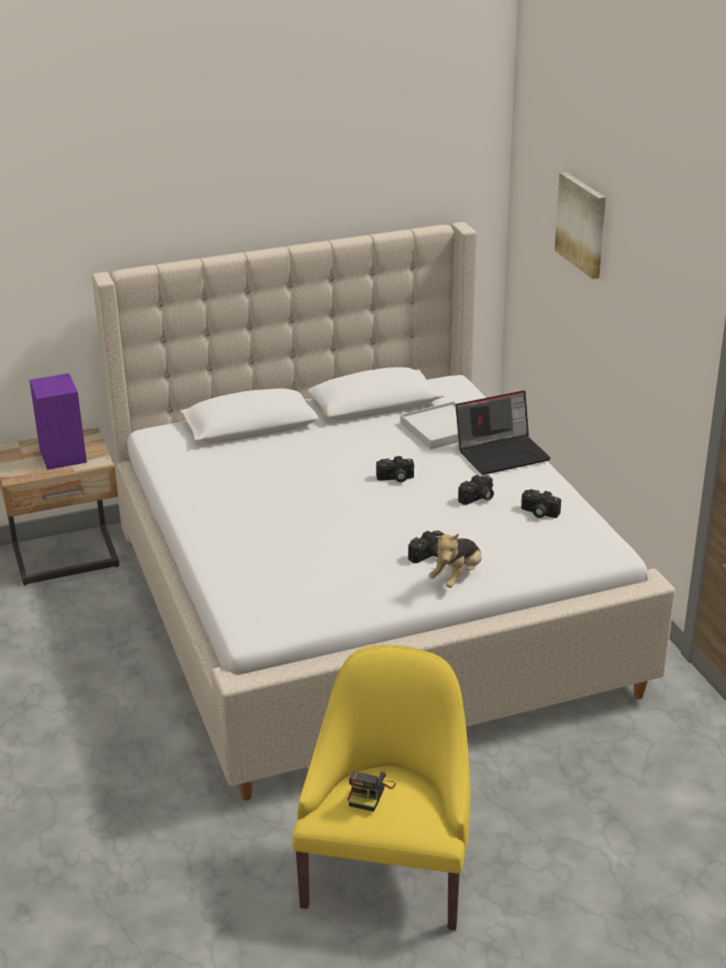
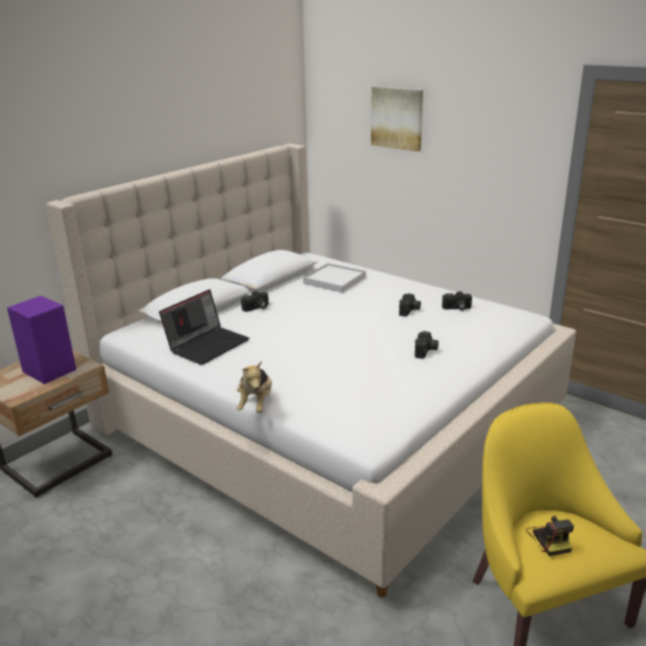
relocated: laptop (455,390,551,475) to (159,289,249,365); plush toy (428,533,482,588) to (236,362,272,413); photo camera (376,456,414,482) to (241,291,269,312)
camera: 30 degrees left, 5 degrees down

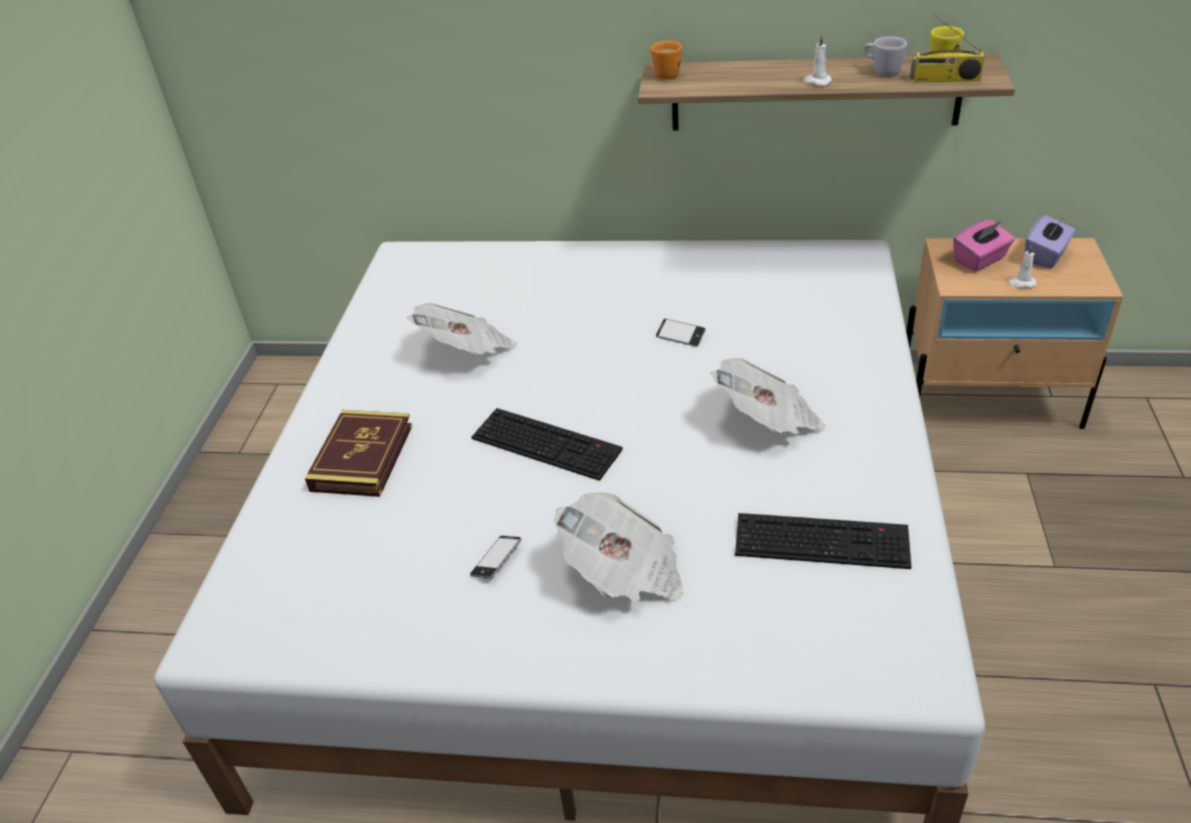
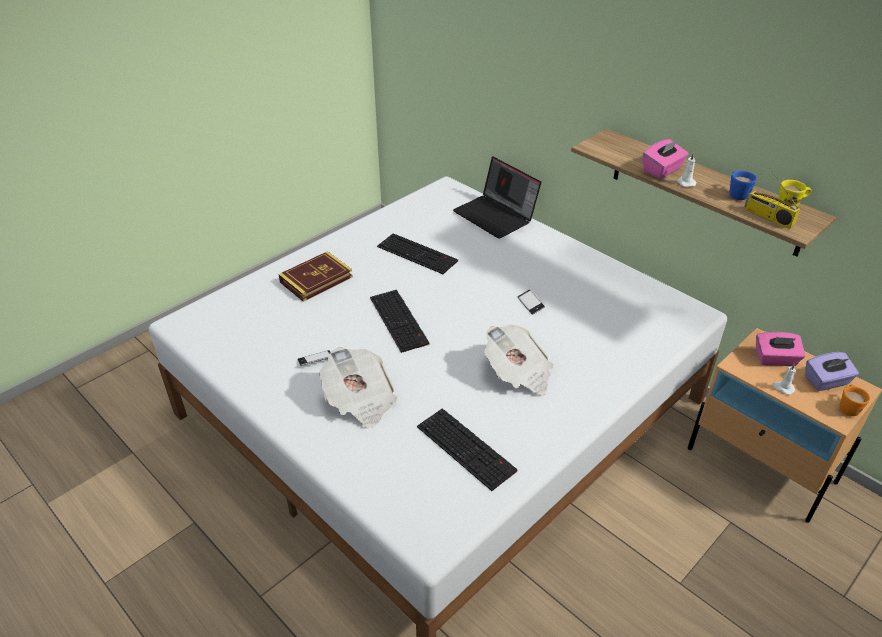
appeared: laptop (453,156,541,239); pink tissue box (643,139,689,179)
relocated: orange mug (651,41,682,79) to (840,384,870,416)
exchanged: newspaper (407,303,517,355) to keyboard (377,233,458,274)
colour: white mug (864,36,907,76) to blue mug (730,171,757,200)
camera: 35 degrees right, 0 degrees up

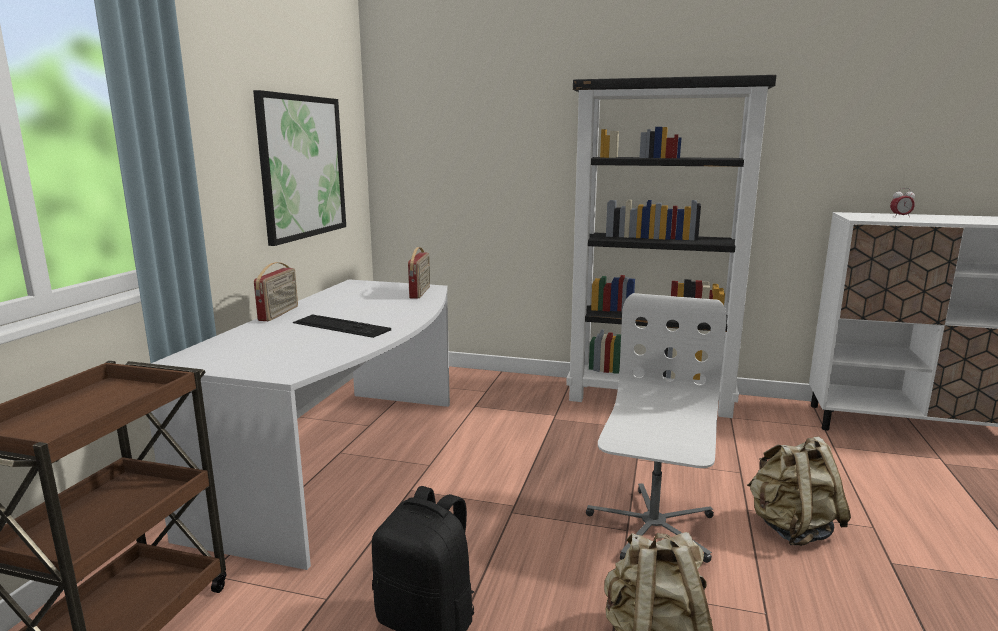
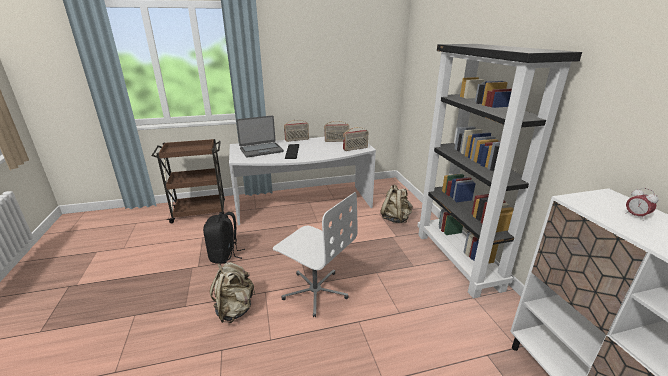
missing: picture (253,90,346,246)
appeared: laptop (236,115,284,158); radio (324,121,349,142)
relocated: beige backpack (747,437,851,546) to (380,185,413,223)
spun: white office chair (586,293,727,563) = (273,192,357,317) 45 degrees clockwise
camera: 60 degrees right, 10 degrees up

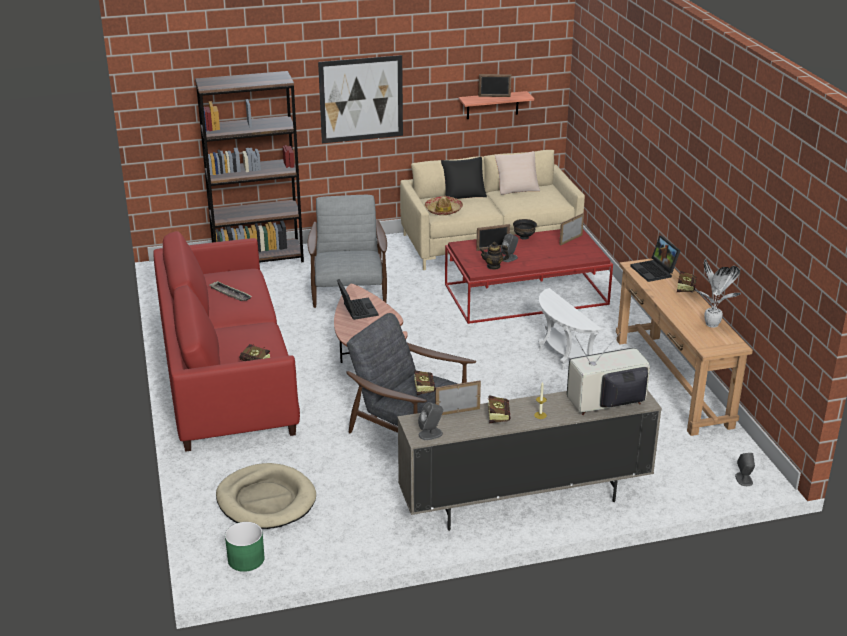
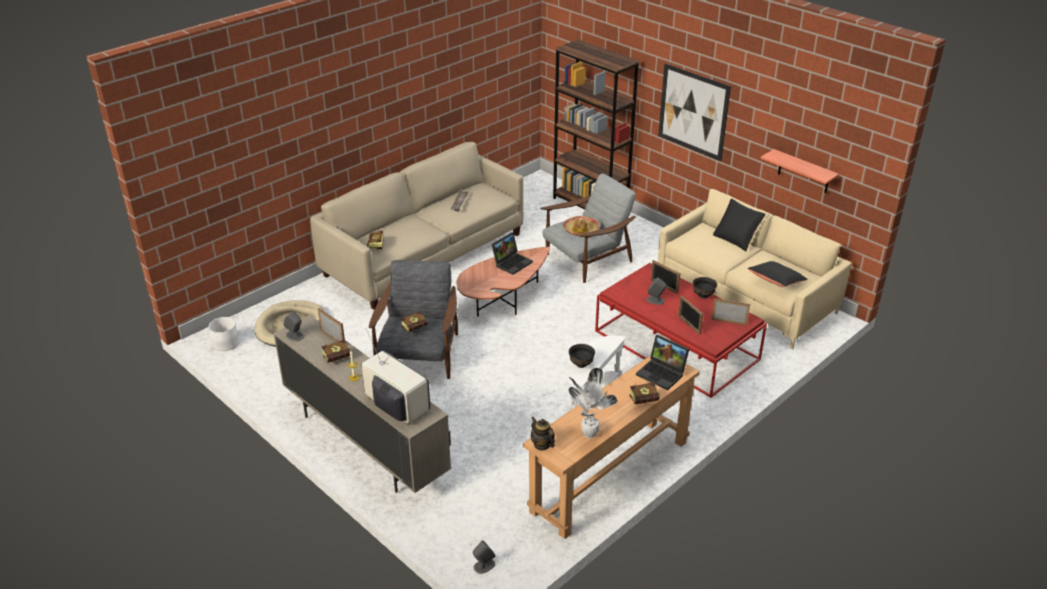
missing: beige pillow (495,151,540,195)
appeared: black bowl (569,344,595,368); black pillow (748,261,807,287)
relocated: teapot (480,242,509,270) to (531,417,555,450); hat (425,196,463,215) to (563,216,599,236); picture frame (479,74,511,97) to (678,295,703,335)
colour: green planter (225,522,265,572) to white planter (208,317,239,351); red sofa (154,231,300,452) to beige sofa (310,142,524,310)
spun: laptop (630,236,681,282) = (636,334,689,390) 90 degrees counterclockwise
camera: 60 degrees right, 5 degrees up

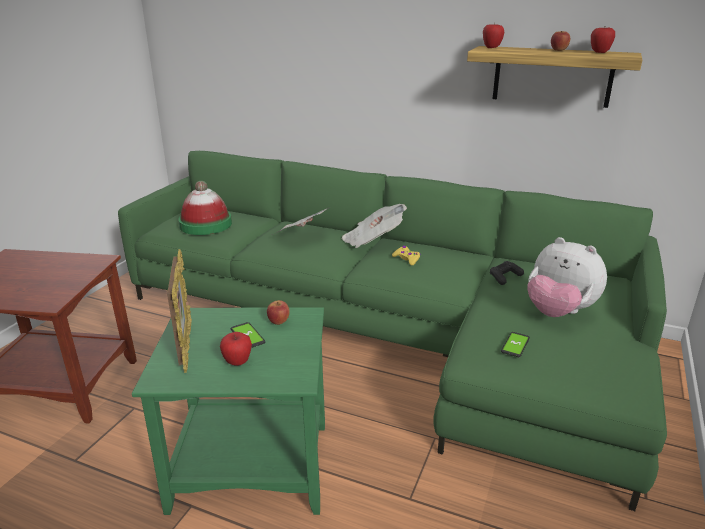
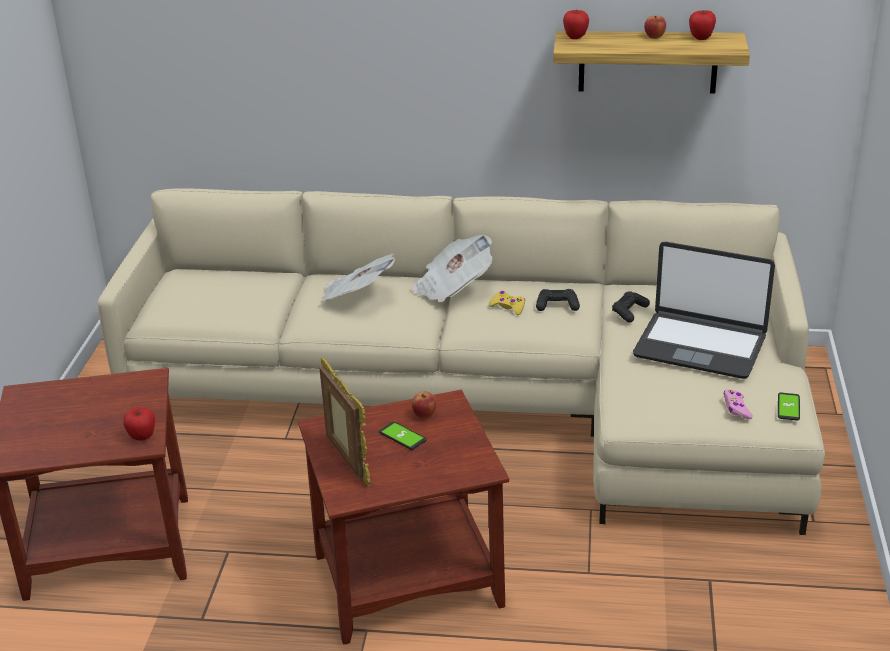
missing: hat (178,181,232,235)
appeared: black game controller (536,289,580,311); pink game controller (724,389,753,419)
relocated: apple (220,332,252,366) to (123,407,155,441); phone (501,332,530,357) to (778,393,800,421)
exchanged: plush toy (527,237,607,317) to laptop (633,242,775,379)
colour: green sofa (118,151,667,511) to beige sofa (98,188,825,535); green side table (132,307,325,515) to brown side table (298,390,509,645)
camera: 15 degrees left, 5 degrees up

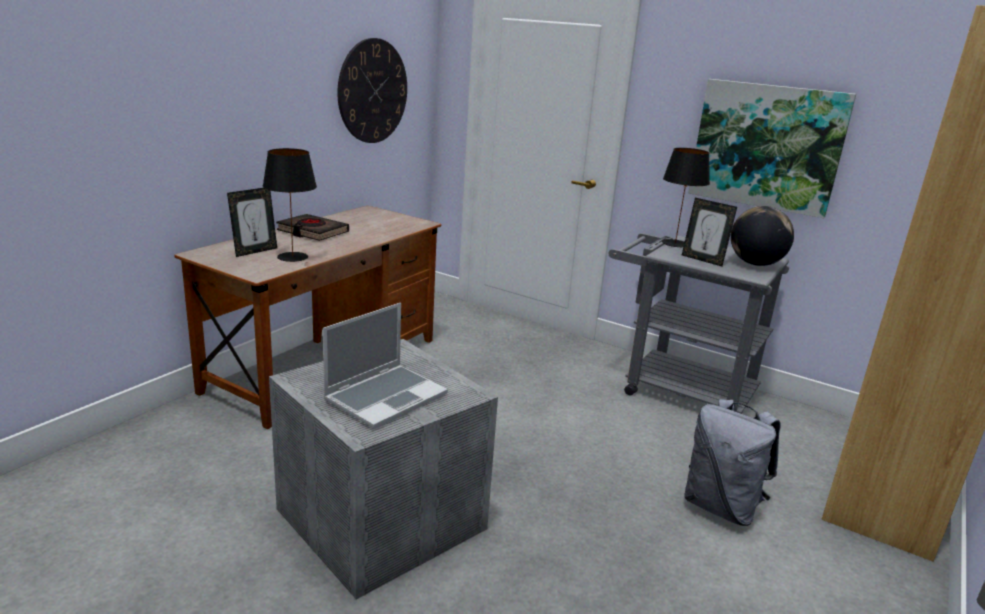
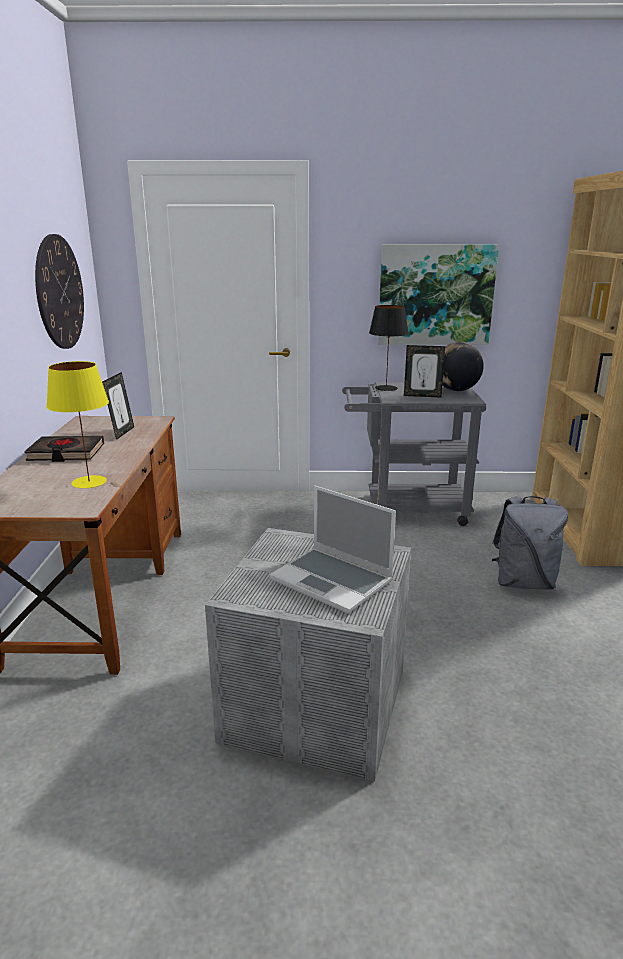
relocated: picture frame (227,188,277,257) to (102,372,134,440)
colour: black table lamp (263,148,317,262) to yellow table lamp (46,361,109,488)
spun: laptop (323,303,448,429) = (269,486,396,614) 120 degrees clockwise
camera: 30 degrees left, 0 degrees up

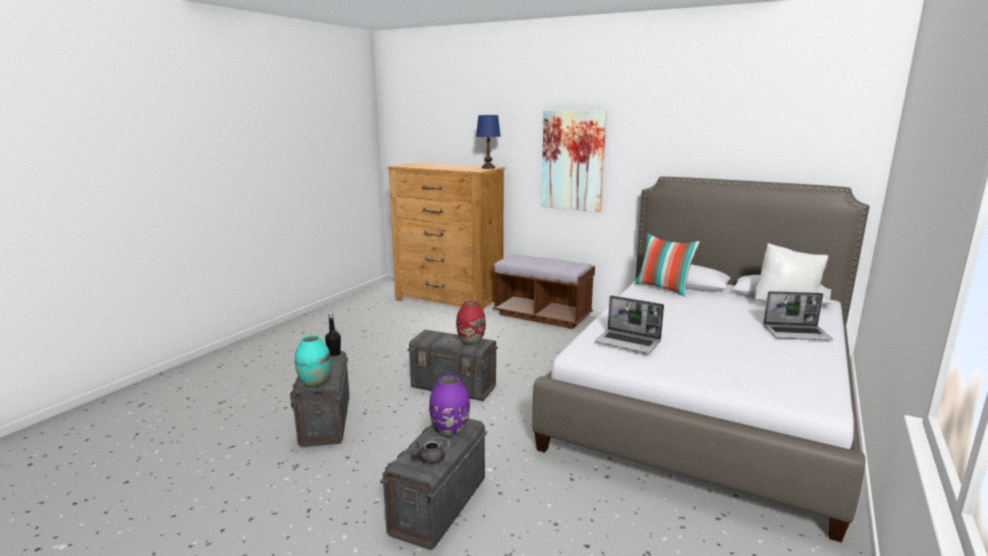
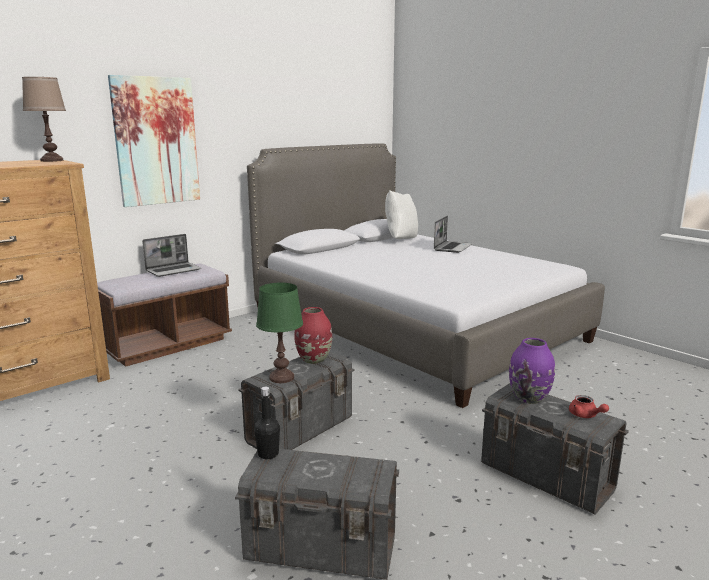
missing: turquoise vase (295,335,331,387); pillow (635,233,700,297)
appeared: green table lamp (256,283,303,383)
relocated: laptop (595,295,664,353) to (142,234,201,277)
colour: blue table lamp (476,115,501,169) to brown table lamp (22,77,66,162); grey teapot (411,440,445,464) to red teapot (569,395,609,418)
camera: 70 degrees left, 0 degrees up

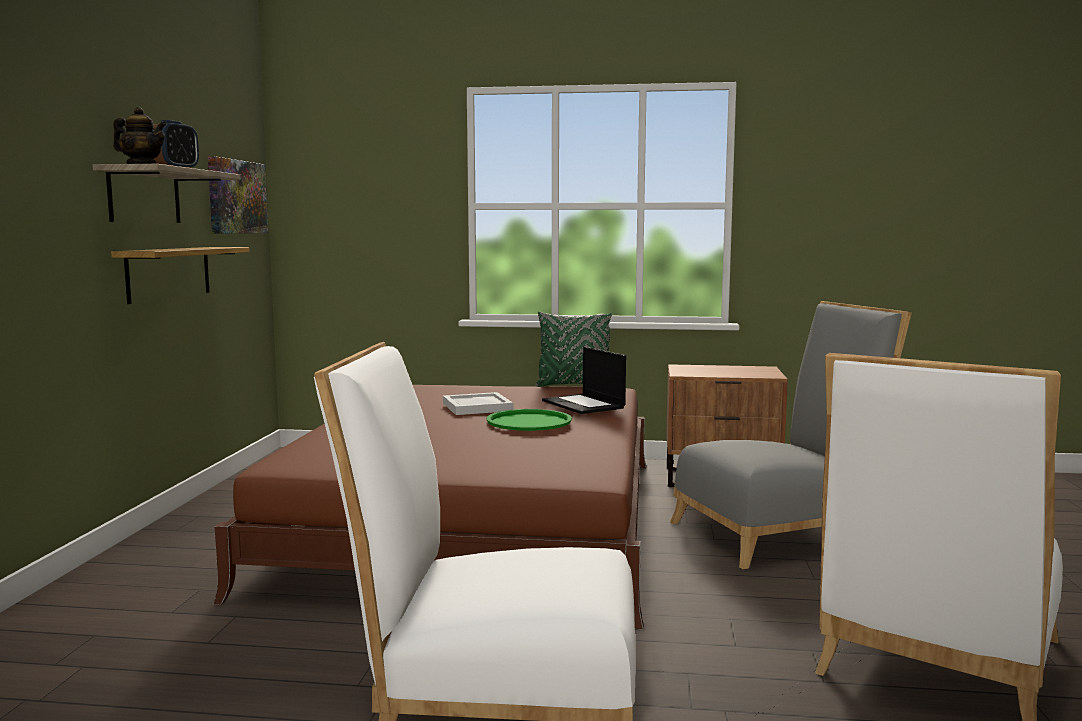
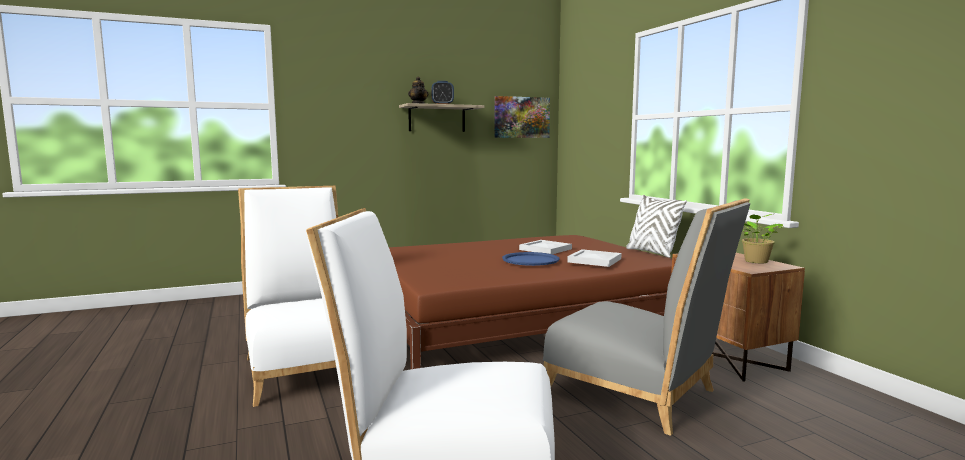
missing: shelf (111,247,250,304)
appeared: potted plant (742,214,783,263)
exchanged: laptop (542,347,626,414) to white tray (567,249,621,267)
colour: green tray (487,409,572,431) to blue tray (502,252,559,266); green pillow (536,312,612,387) to white pillow (626,195,687,258)
camera: 60 degrees right, 0 degrees up

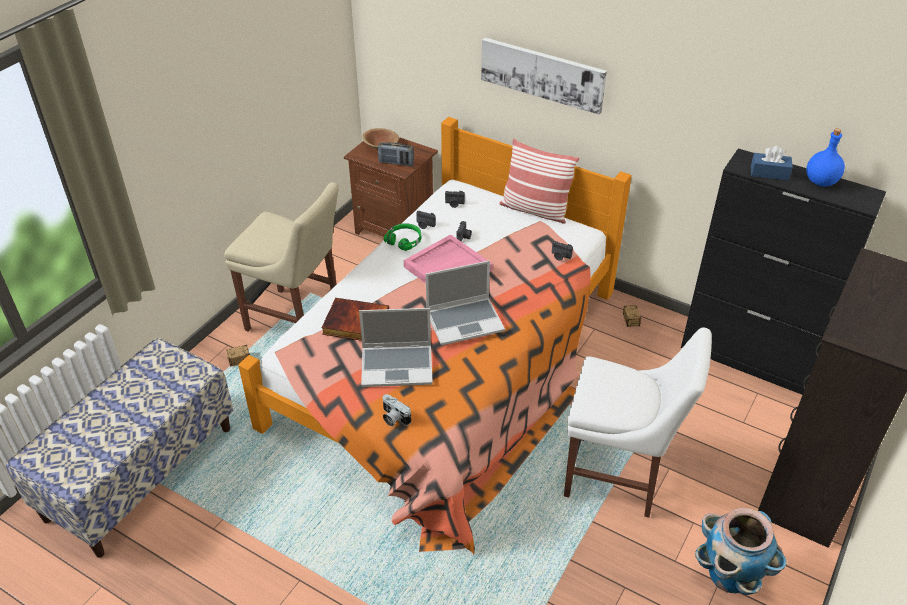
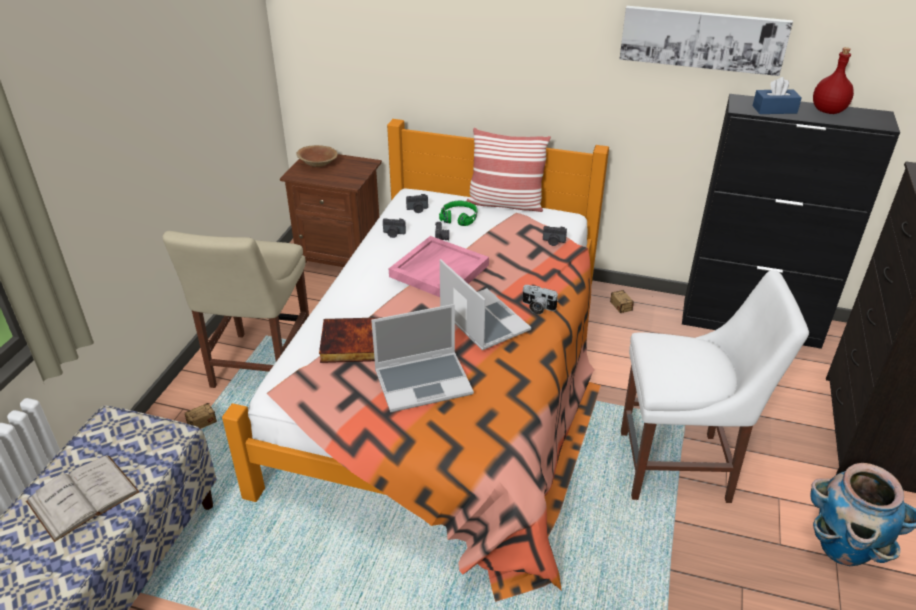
missing: radio (378,142,414,166)
appeared: white book (26,455,139,542)
relocated: green headphones (384,223,421,251) to (439,201,477,226); photo camera (383,394,411,427) to (522,285,558,315); picture (481,38,607,115) to (619,6,793,76)
colour: blue bottle (806,128,845,187) to red bottle (813,47,854,114)
spun: beige chair (224,182,339,332) = (163,231,309,388) 90 degrees clockwise; laptop (426,260,505,345) = (440,259,531,350) 90 degrees counterclockwise
camera: 15 degrees left, 5 degrees down

